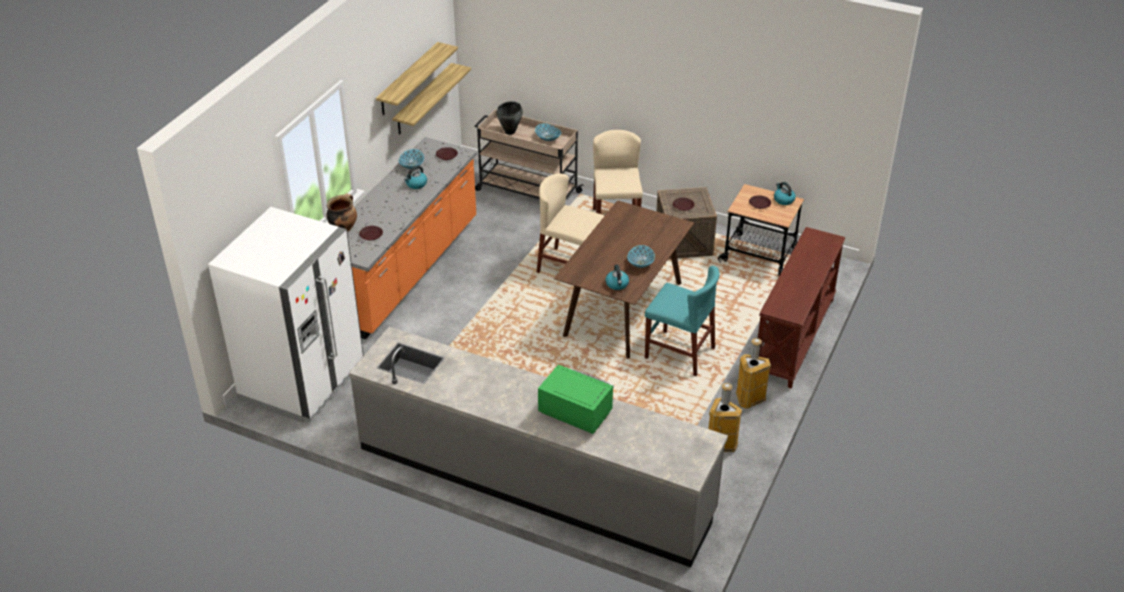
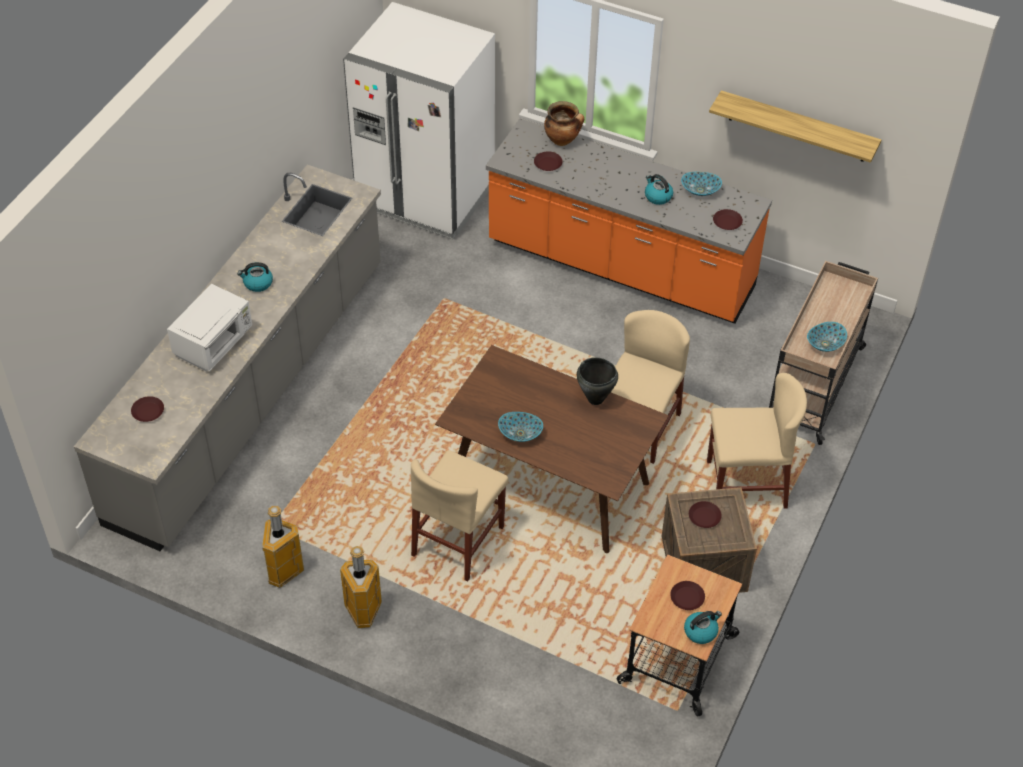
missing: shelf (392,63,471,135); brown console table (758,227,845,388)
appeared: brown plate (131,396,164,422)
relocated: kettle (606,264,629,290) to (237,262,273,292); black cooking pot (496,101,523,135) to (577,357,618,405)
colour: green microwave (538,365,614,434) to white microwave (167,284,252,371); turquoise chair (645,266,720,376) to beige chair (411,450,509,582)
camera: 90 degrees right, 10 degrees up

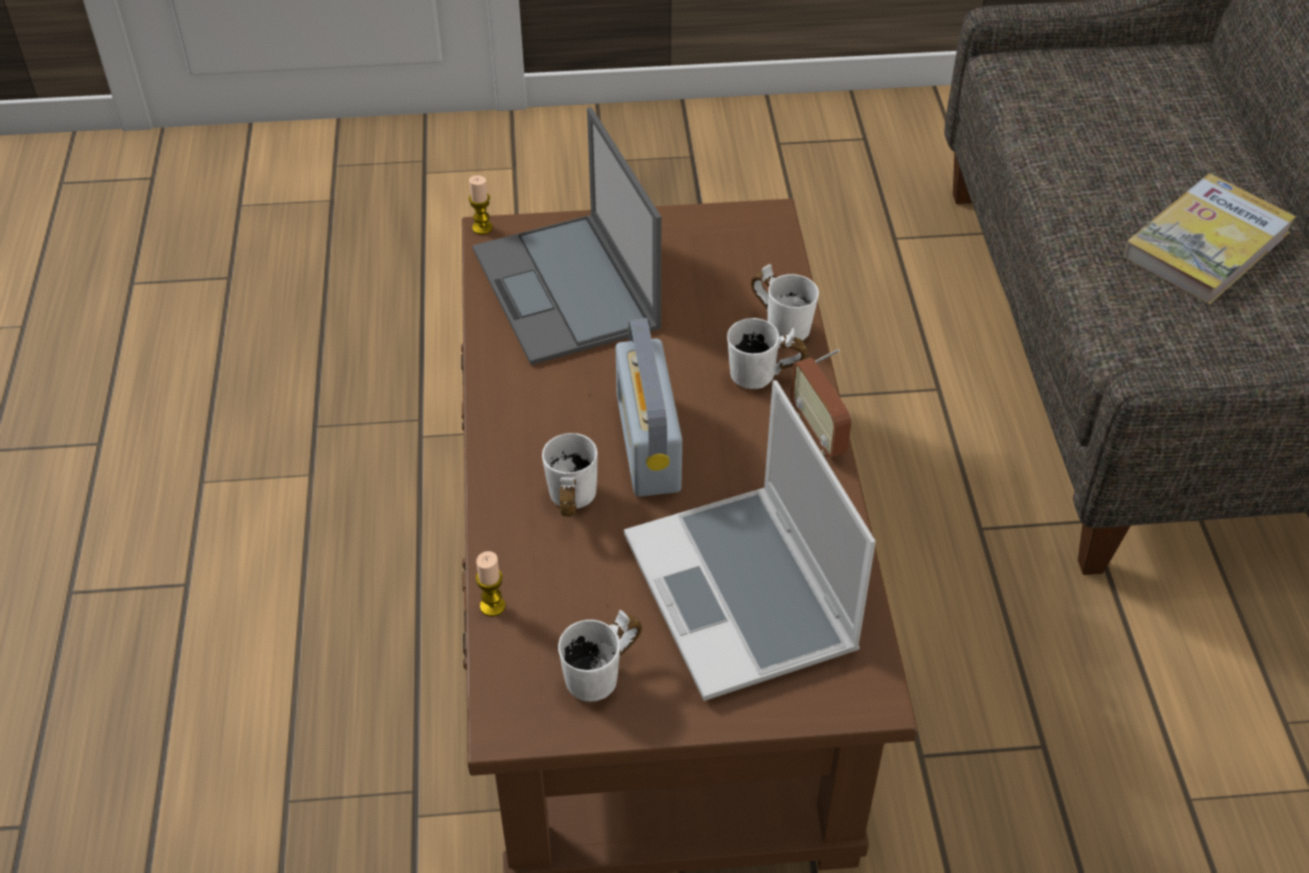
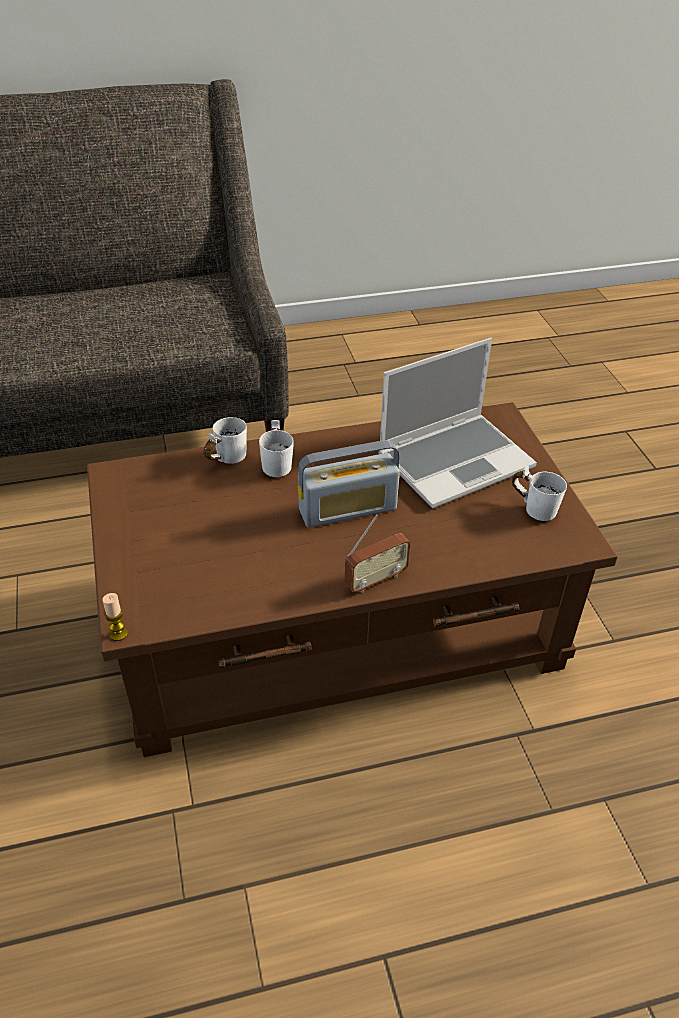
missing: laptop (472,107,661,365); candle (476,551,506,617); white mug (542,433,598,517); book (1123,173,1296,305)
relocated: radio (791,349,852,458) to (345,515,411,593)
camera: 100 degrees left, 5 degrees down

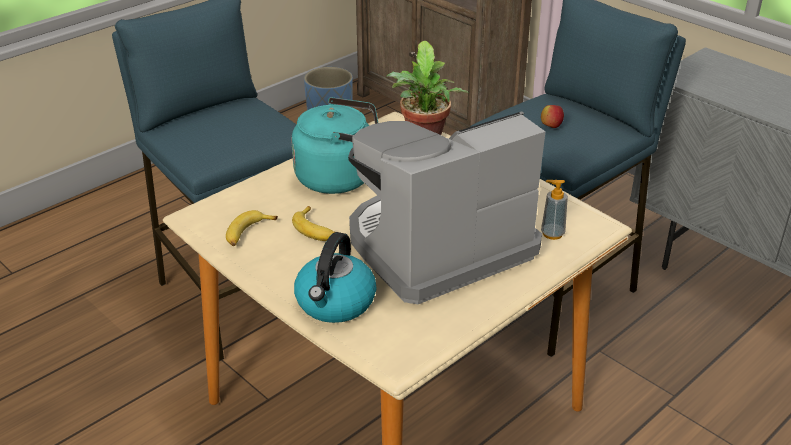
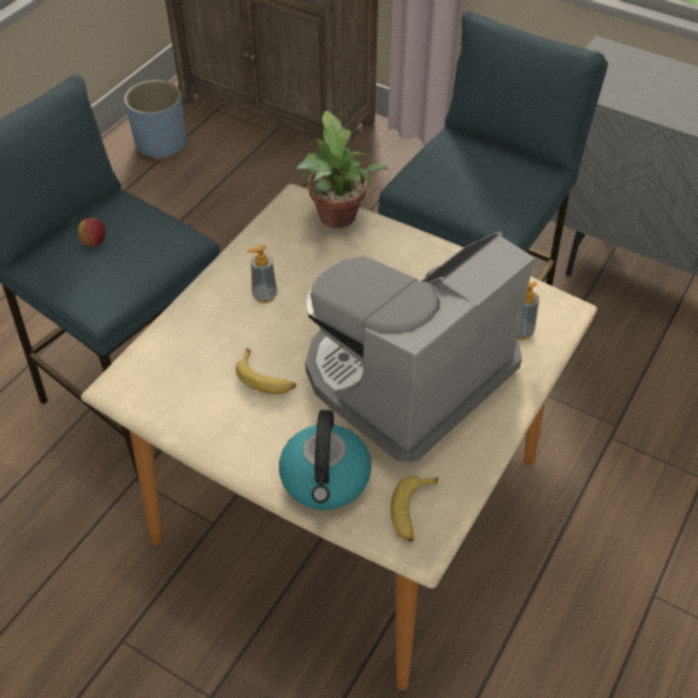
relocated: apple (541,105,564,128) to (77,217,105,246); banana (226,210,278,246) to (391,476,438,542)
exchanged: turquoise kettle (292,97,378,194) to soap dispenser (247,245,278,303)
camera: 15 degrees left, 15 degrees up

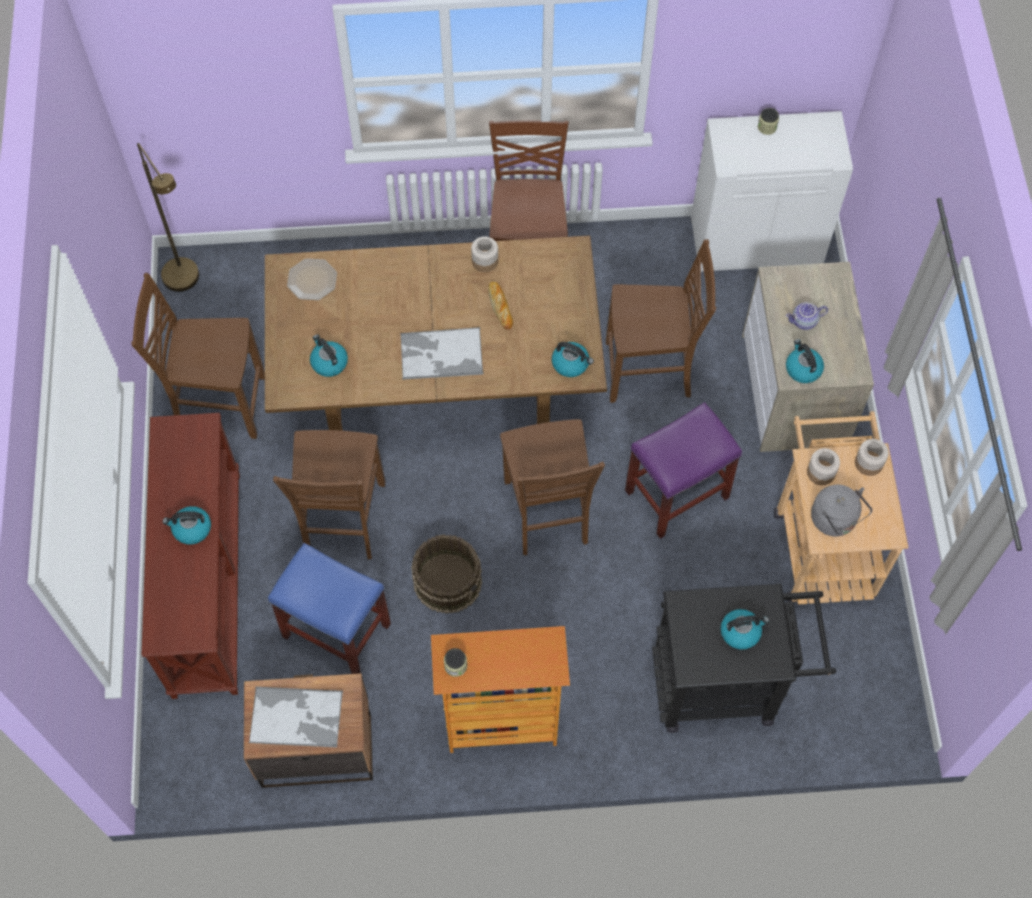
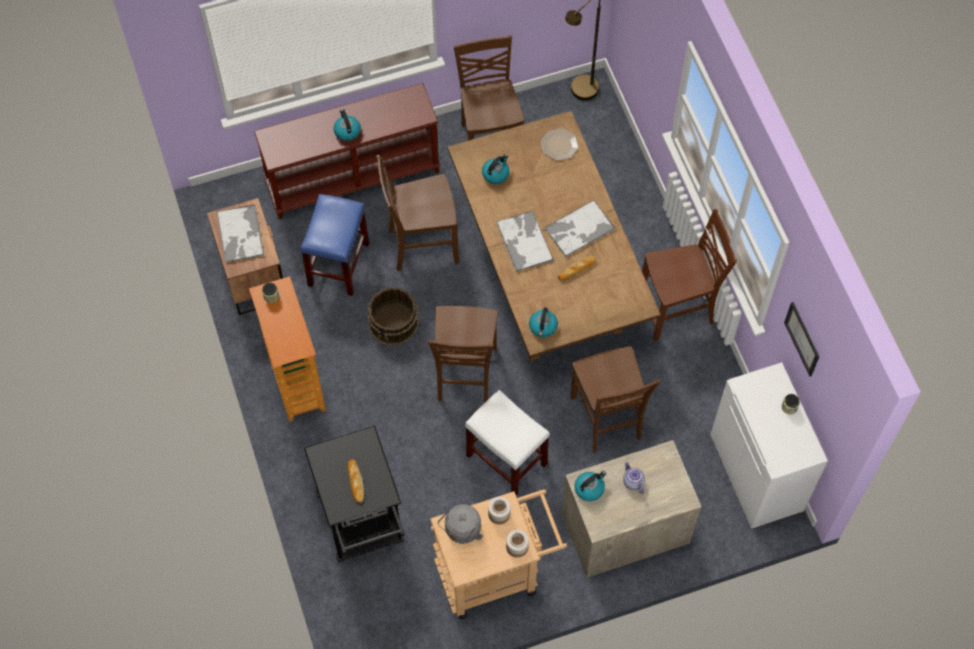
missing: jar (471,237,498,272)
appeared: tray (544,200,615,257); picture (784,302,820,376)
exchanged: kettle (720,609,769,650) to bread (347,459,364,503)
colour: purple stool (625,402,742,539) to white stool (465,390,550,496)
spun: brown chair (500,419,605,555) = (428,306,498,403) 60 degrees counterclockwise
camera: 75 degrees right, 0 degrees up

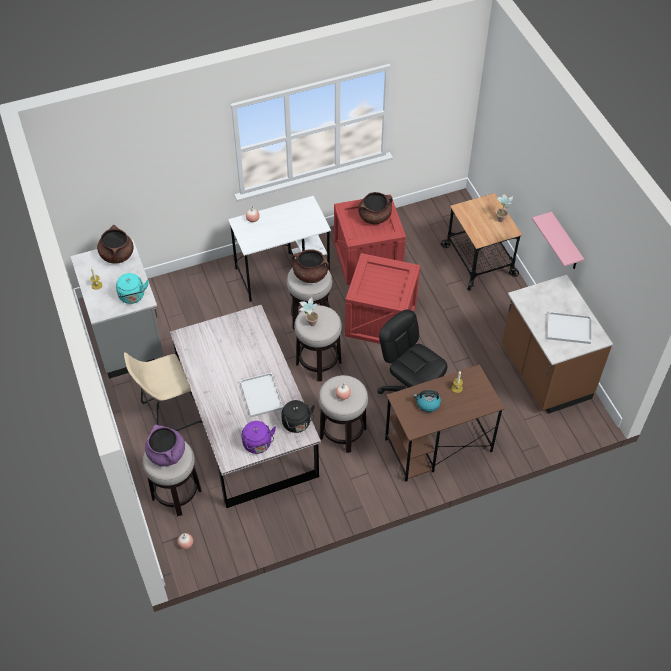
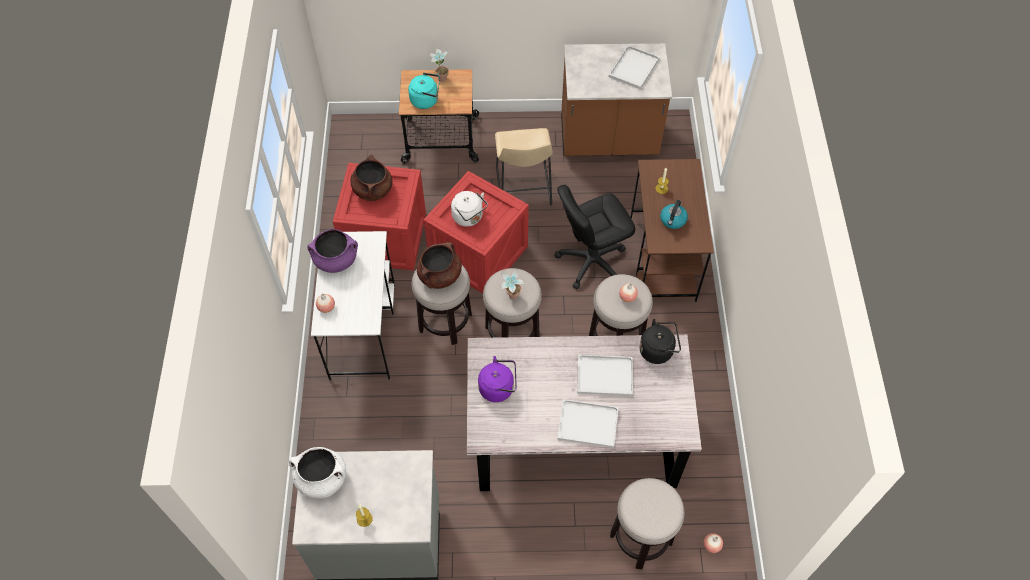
missing: pink shelf (532,212,584,269)
appeared: white kettle (451,191,488,227); white tray (557,399,619,448)
relocated: purple cooking pot (145,424,185,466) to (307,229,358,273); turquoise kettle (116,273,149,304) to (408,72,440,109); purple kettle (242,421,276,454) to (478,356,517,402); beige stool (124,352,202,431) to (495,128,553,206)
colour: brown cooking pot (97,225,134,264) to white cooking pot (289,447,346,499)
camera: 70 degrees left, 5 degrees up

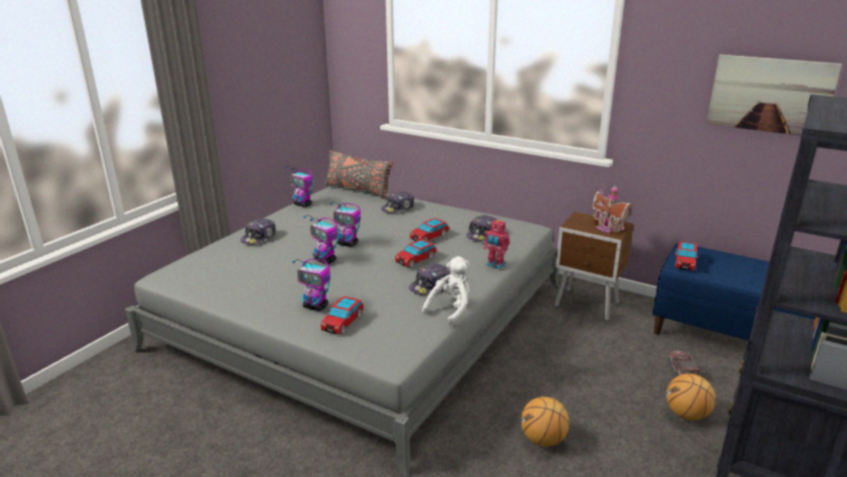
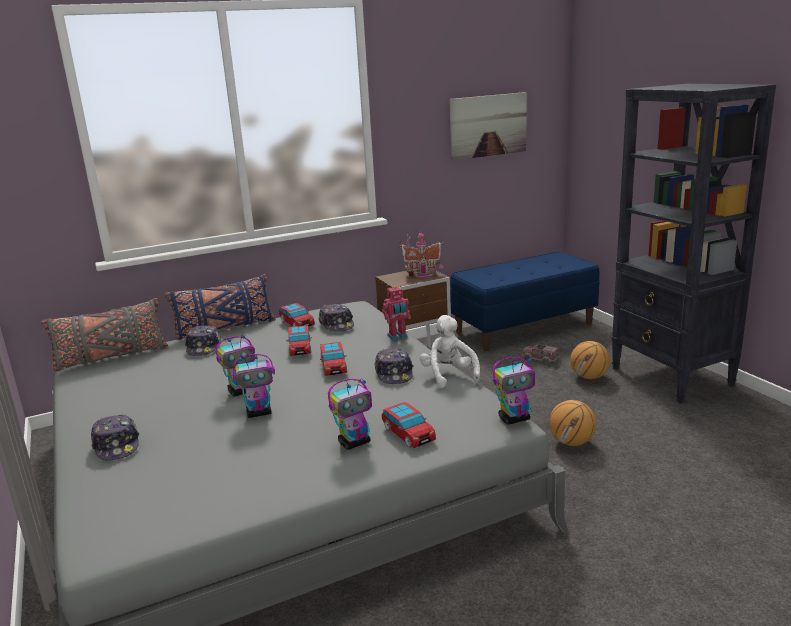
appeared: blue pillow (165,274,276,340)
relocated: toy car (675,241,699,271) to (279,303,315,327); toy robot (284,166,315,207) to (493,357,535,425)
camera: 55 degrees left, 5 degrees down

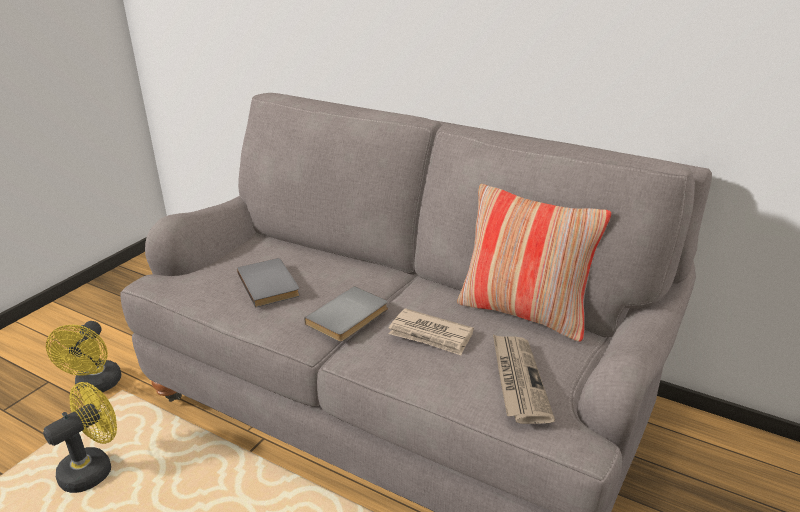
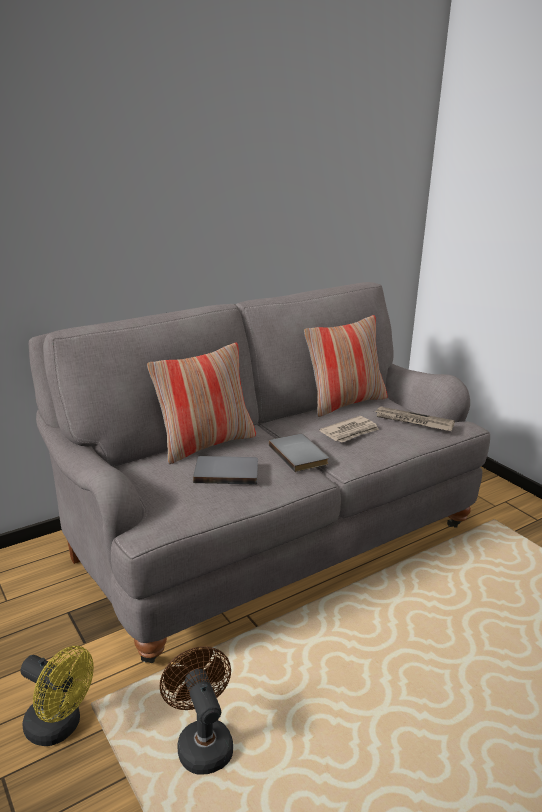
appeared: pillow (147,343,256,464)
colour: yellow fan (43,382,117,493) to brown fan (160,646,233,775)
camera: 65 degrees left, 5 degrees down

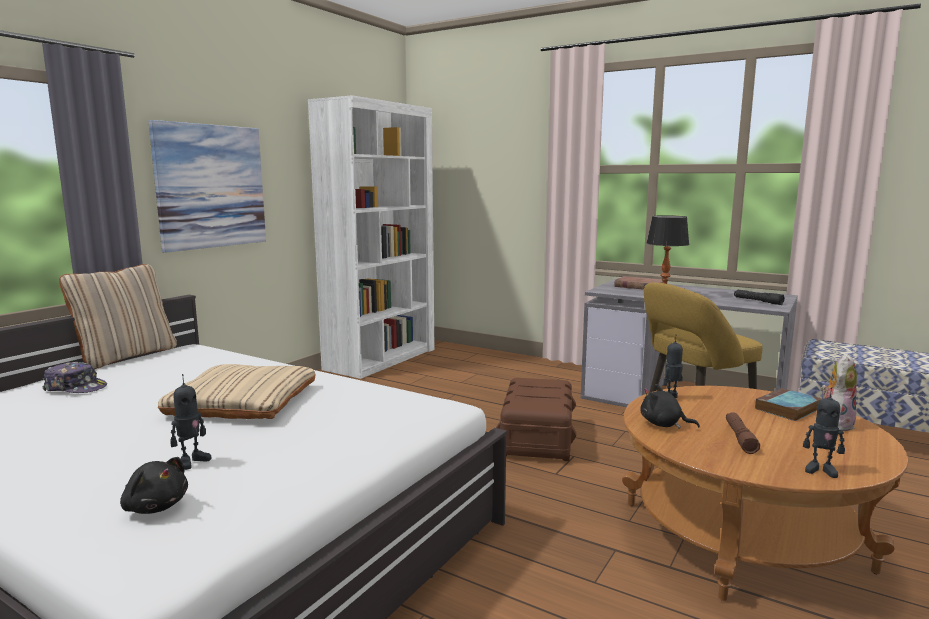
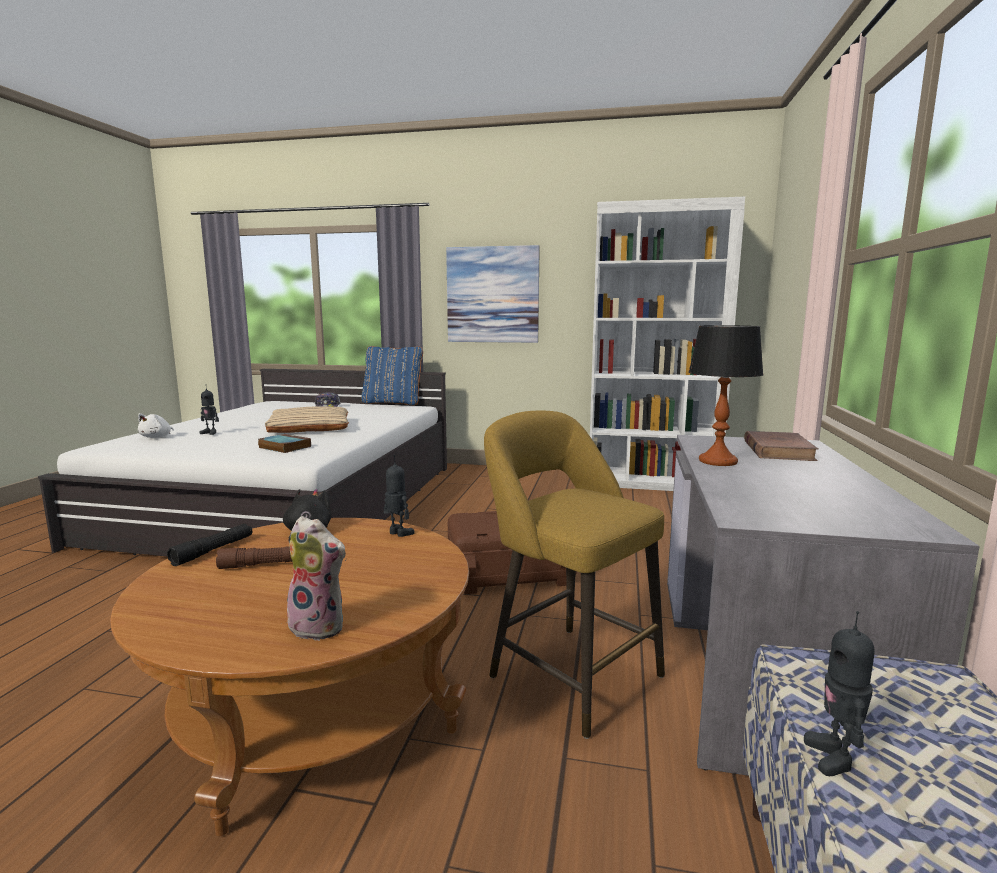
relocated: black flashlight (734,290,785,305) to (167,524,252,566); book (755,388,822,421) to (258,434,311,453); toy robot (803,387,845,478) to (804,611,874,776)
colour: black plush toy (120,457,188,514) to white plush toy (138,413,174,438); beige pillow (59,264,177,369) to blue pillow (361,346,423,405)
camera: 70 degrees right, 0 degrees up

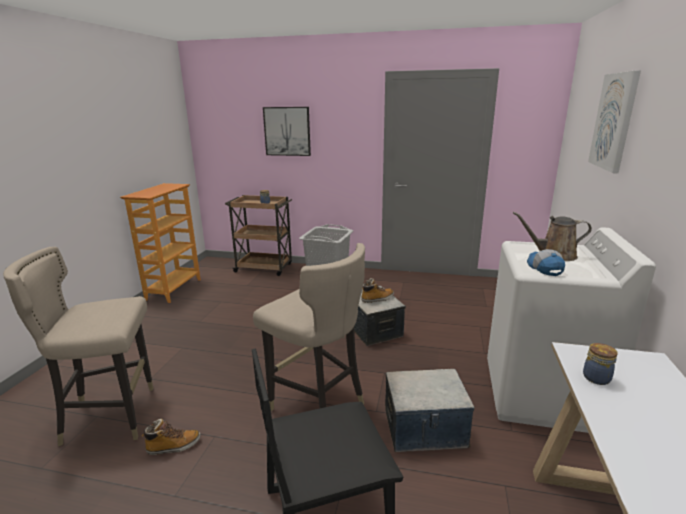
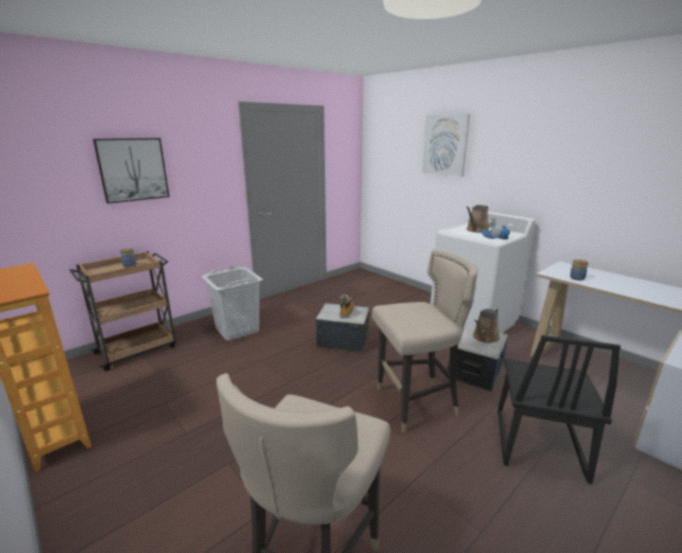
missing: boot (142,419,201,455)
appeared: brown watering can (473,307,500,343)
camera: 55 degrees left, 0 degrees up

